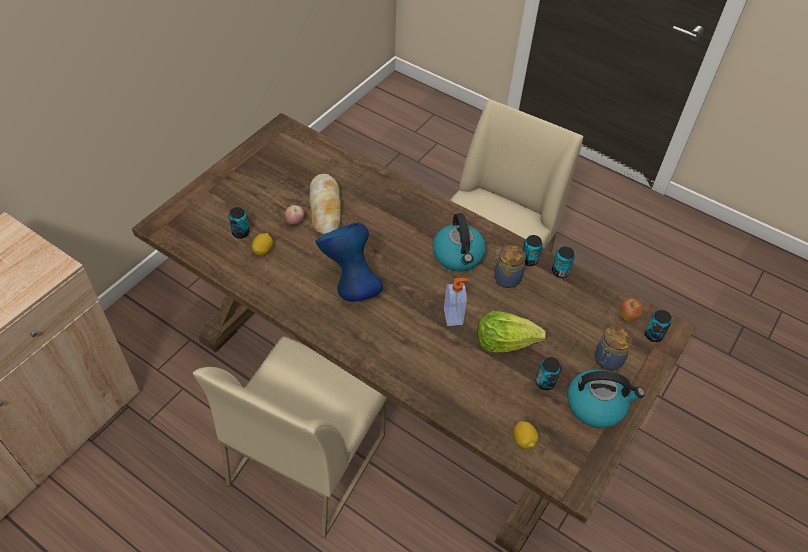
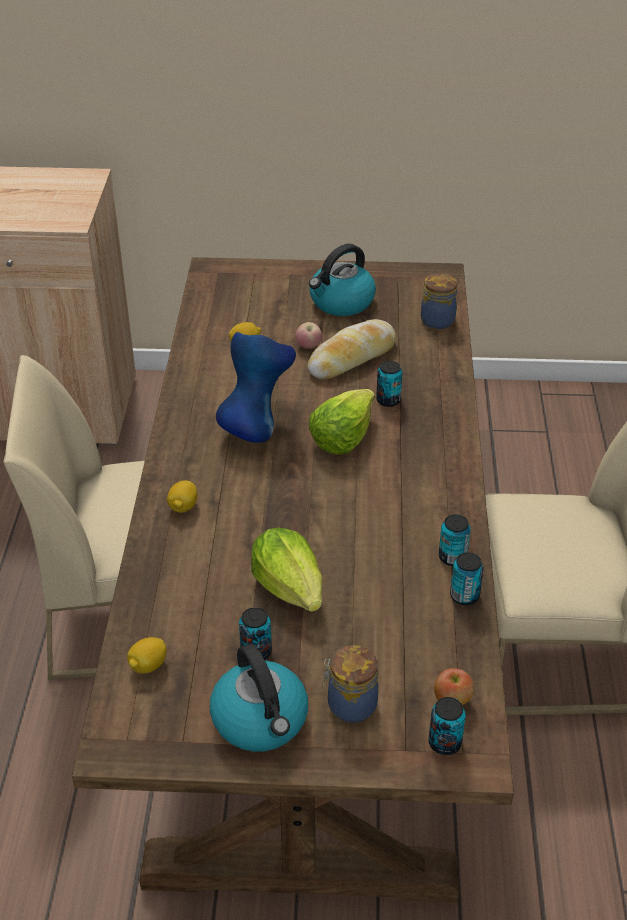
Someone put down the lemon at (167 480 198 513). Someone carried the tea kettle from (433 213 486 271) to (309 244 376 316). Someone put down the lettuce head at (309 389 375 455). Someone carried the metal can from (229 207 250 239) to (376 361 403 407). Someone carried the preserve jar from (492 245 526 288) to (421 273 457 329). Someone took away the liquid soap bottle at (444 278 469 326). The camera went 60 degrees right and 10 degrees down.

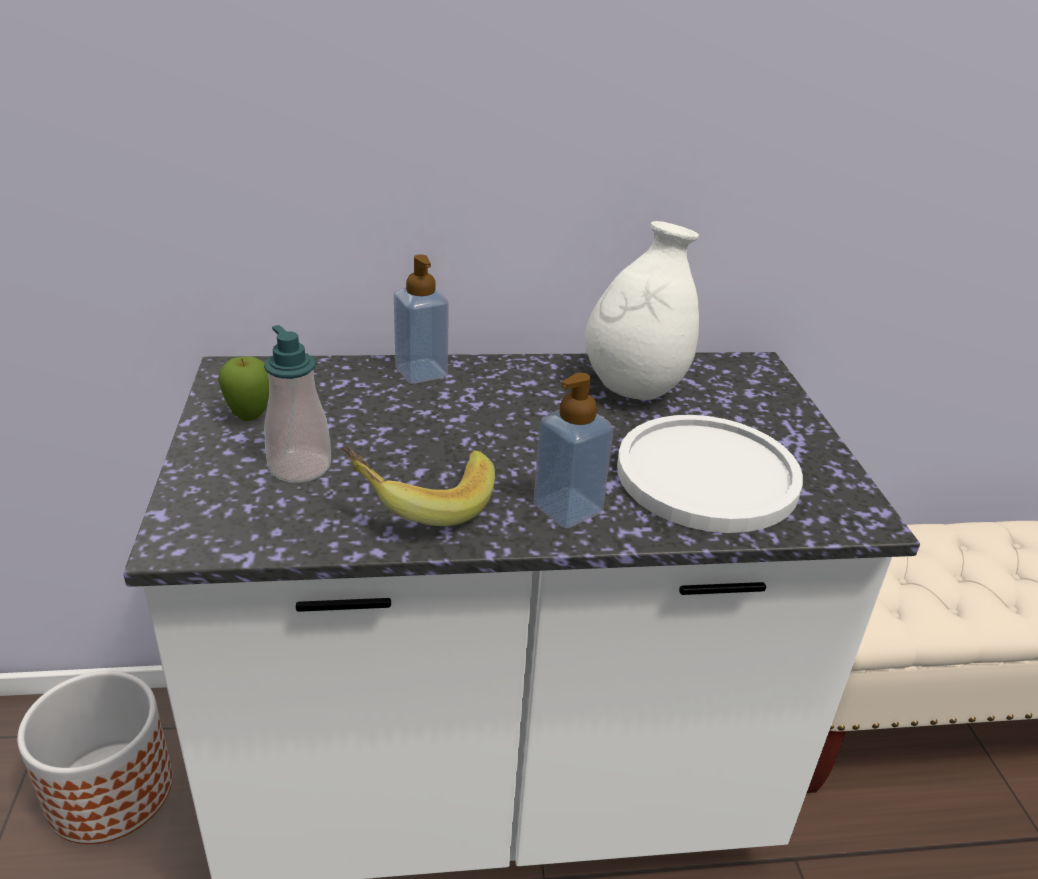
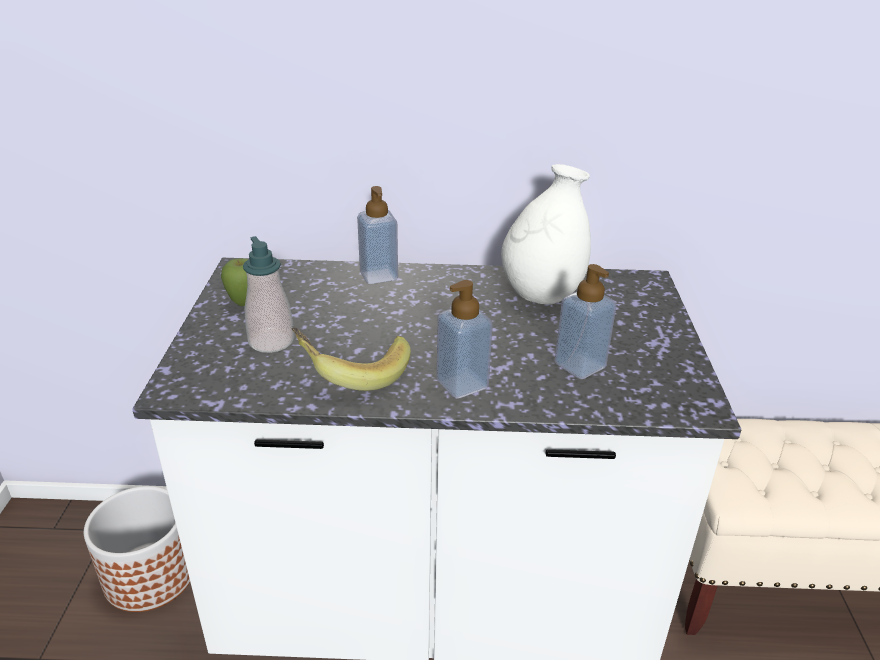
Someone swapped the whitish dinner plate at (617 415 803 533) for the liquid soap bottle at (555 264 617 379). The camera went 10 degrees right and 0 degrees up.

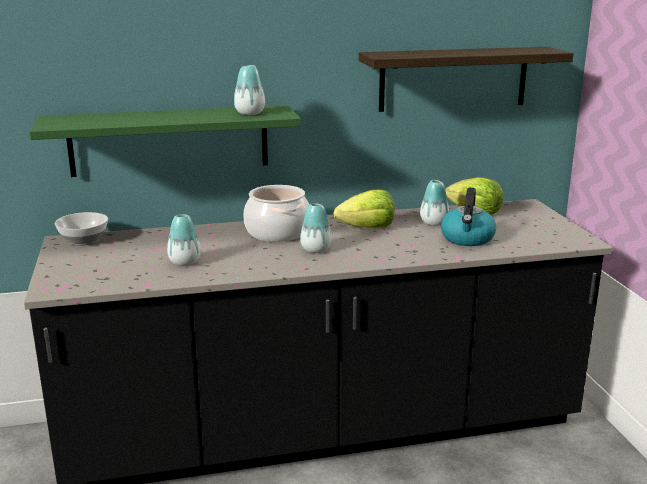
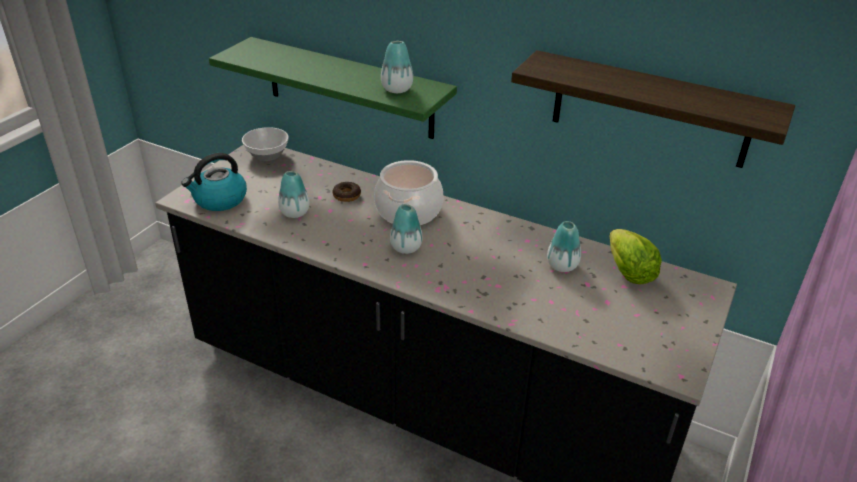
Someone carried the tea kettle from (441 188 496 246) to (181 153 247 211). Someone put down the doughnut at (333 182 361 202). Someone took away the lettuce head at (333 189 395 228). The camera went 40 degrees right and 15 degrees up.

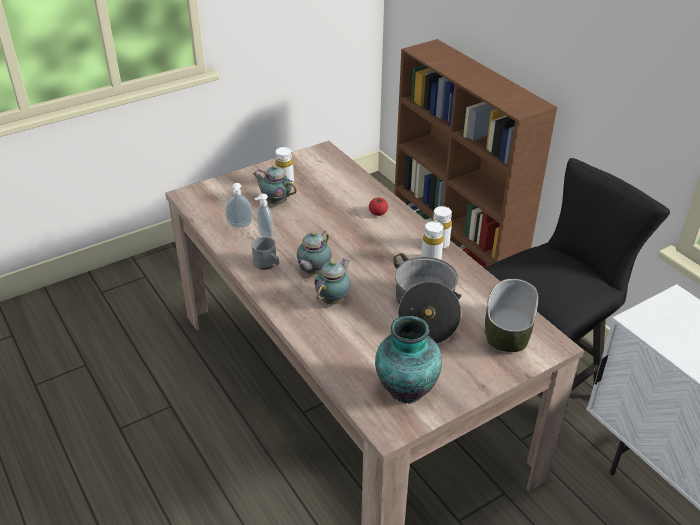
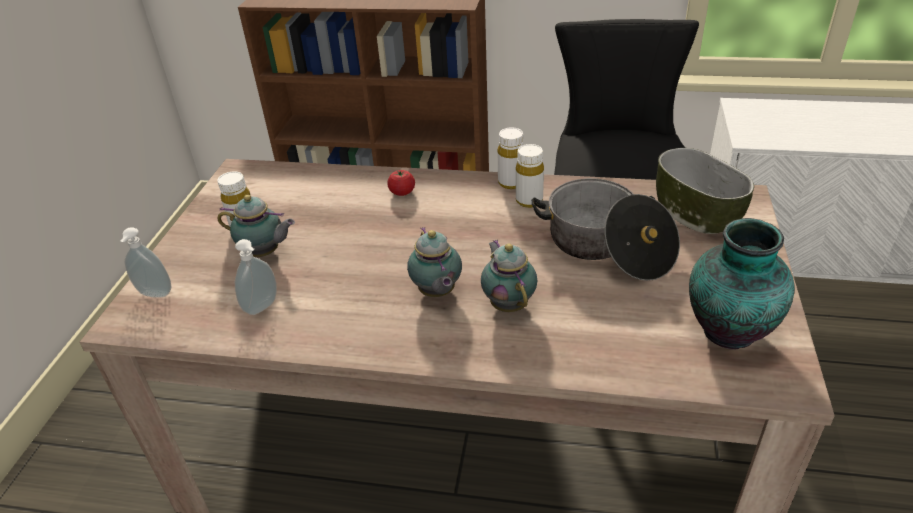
Someone carried the liquid soap bottle from (254 194 273 238) to (120 227 172 298). Someone rotated the pot for tea at (253 165 297 205) by 150 degrees counterclockwise. Someone took away the gray tea mug at (251 236 279 270). The camera went 45 degrees left and 0 degrees up.

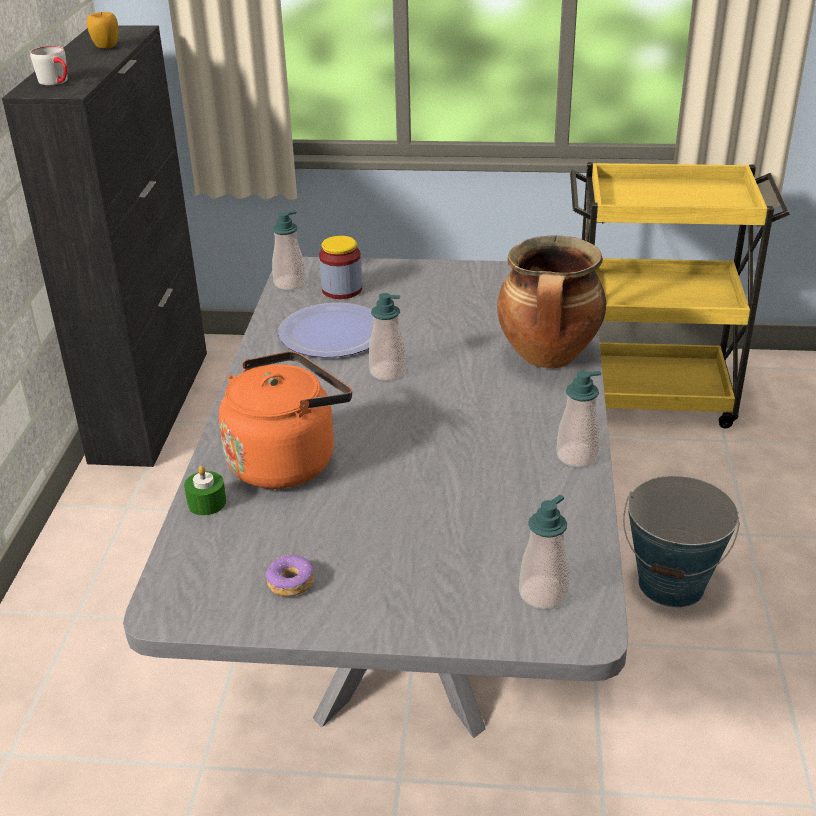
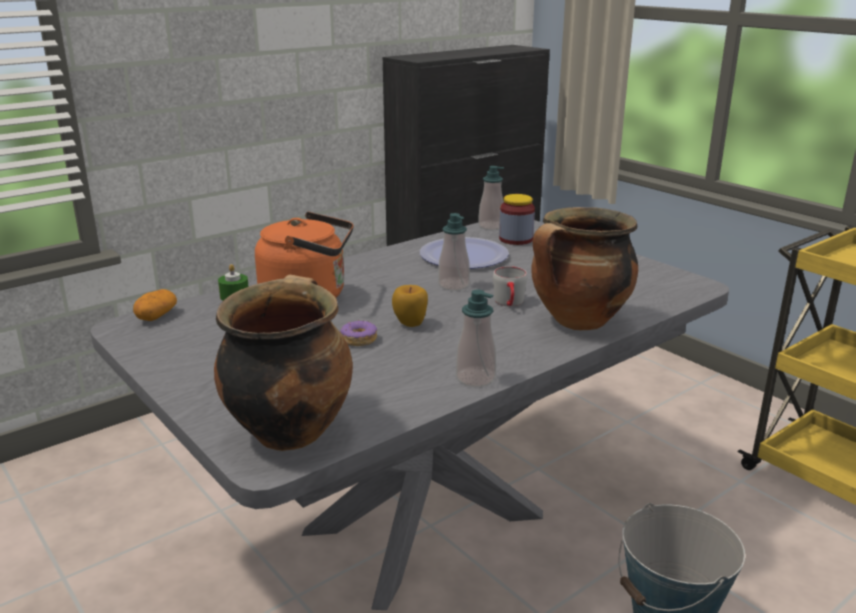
Someone put down the potato at (133 289 177 321). Someone swapped the liquid soap bottle at (519 495 569 610) for the cooking pot at (214 275 353 451). Someone carried the doughnut from (266 554 314 596) to (340 319 377 346). Someone carried the apple fruit from (87 12 118 48) to (392 285 428 327). Someone carried the gray tea mug from (30 46 68 85) to (493 266 527 307). The camera went 45 degrees right and 10 degrees down.

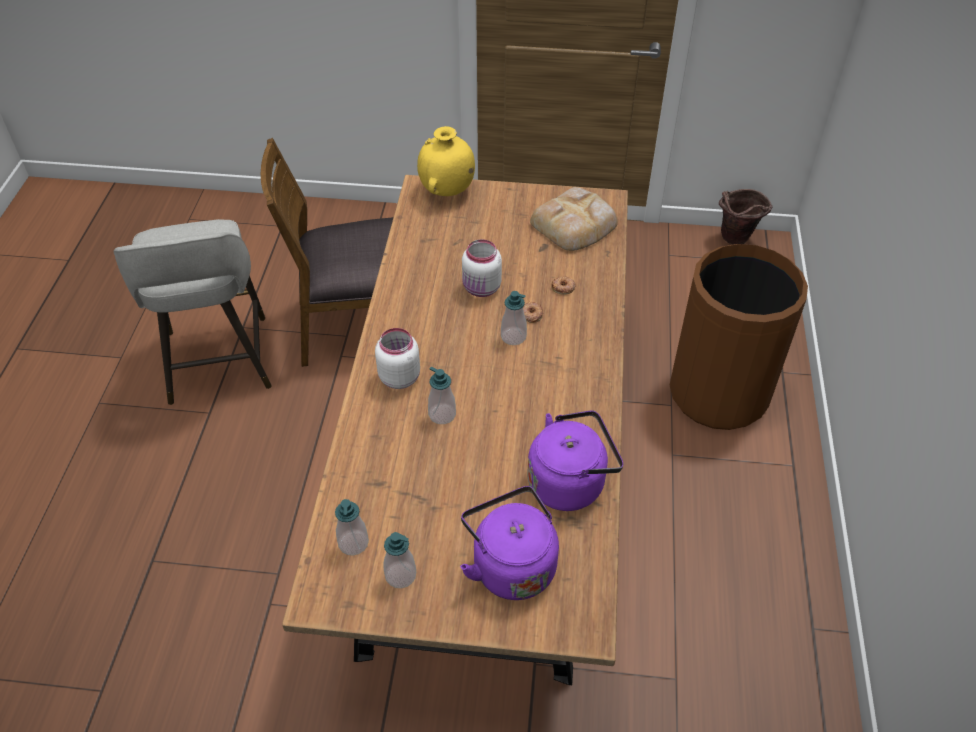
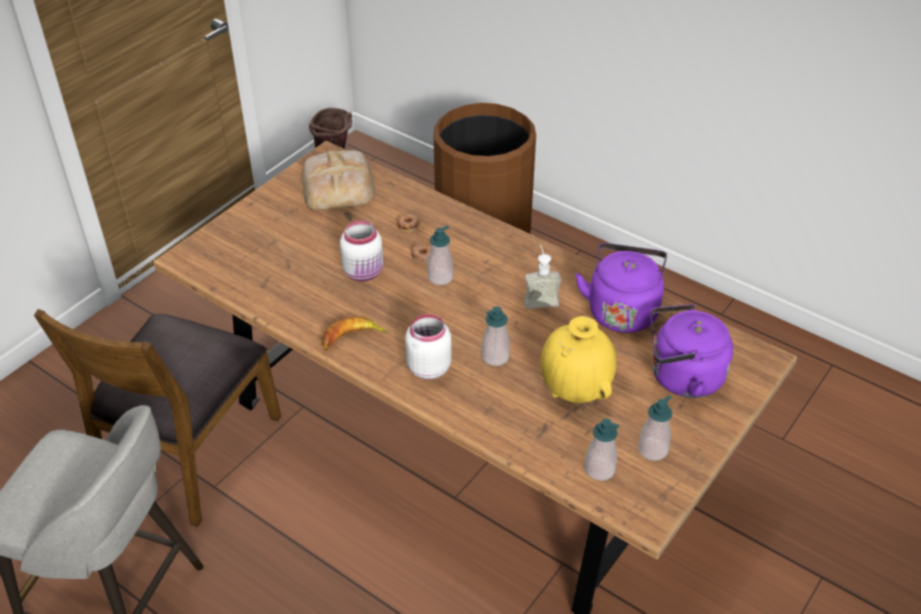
Someone put down the whole banana at (321 316 389 350). Someone put down the liquid soap bottle at (524 244 561 309). Someone carried the yellowish flower vase from (417 126 475 196) to (541 316 617 403). The camera went 60 degrees left and 5 degrees down.

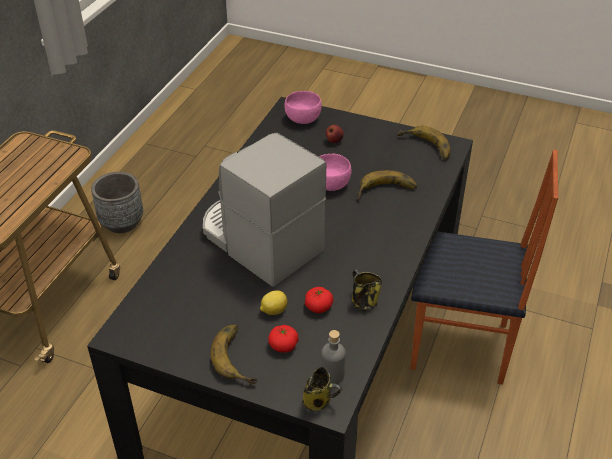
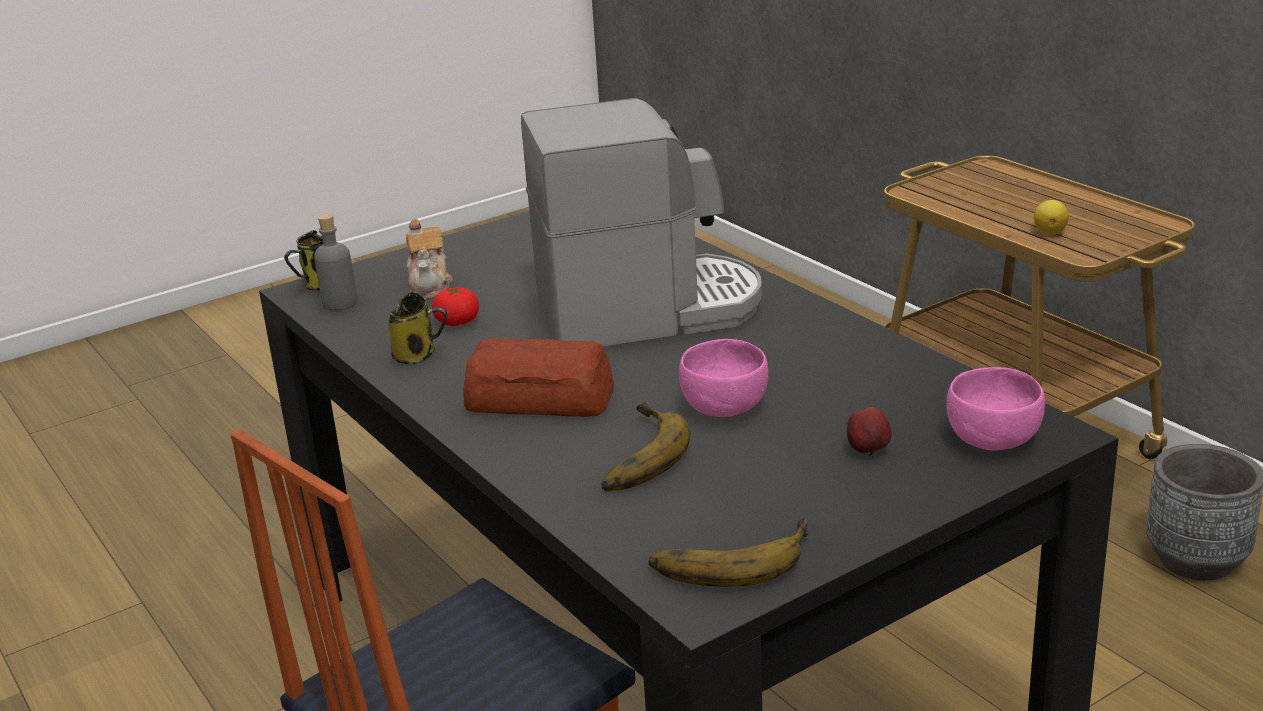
Someone swapped the fresh tomato at (268 325 299 353) for the pot for tea at (406 219 453 299). Someone put down the bread at (463 338 614 417). Someone carried the lemon from (260 290 287 315) to (1034 200 1069 234). Someone took away the whole banana at (210 325 257 385). The camera went 125 degrees right and 15 degrees down.

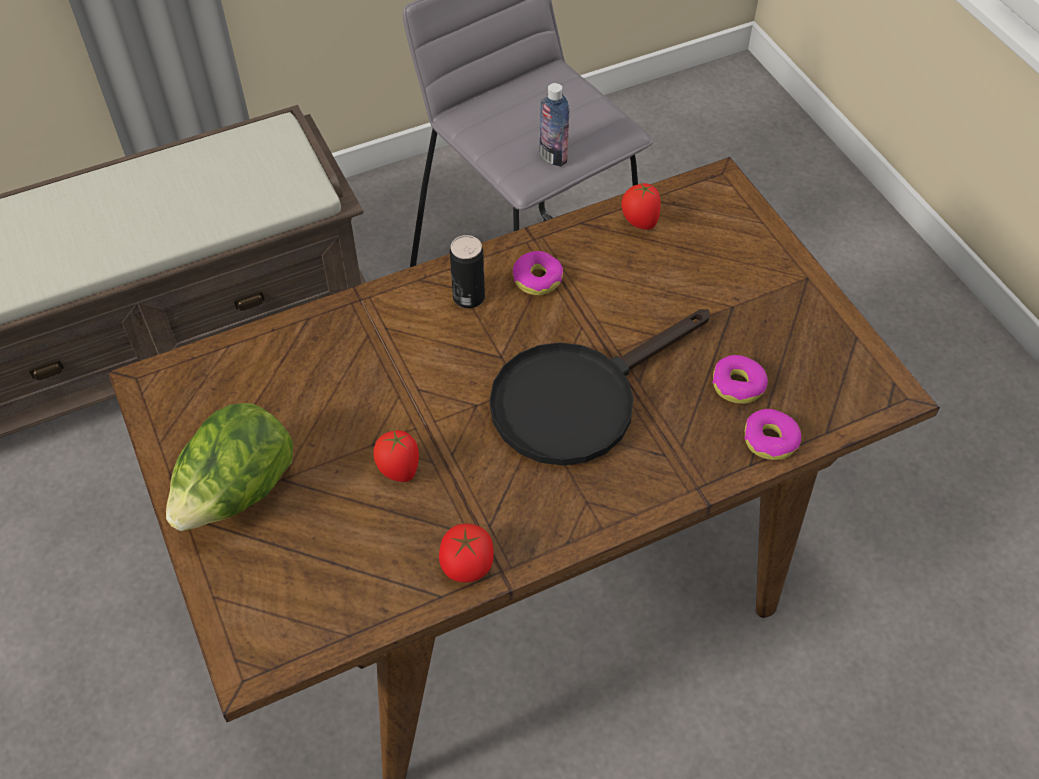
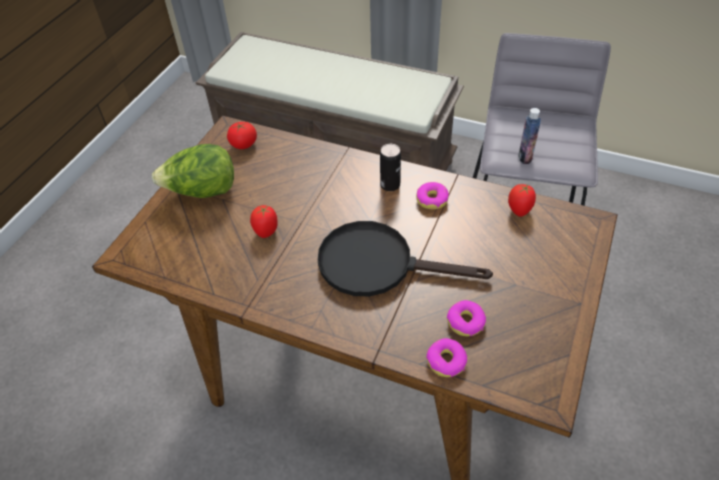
Someone carried the fresh tomato from (439 524 494 582) to (227 122 257 149). The camera went 50 degrees right and 5 degrees down.

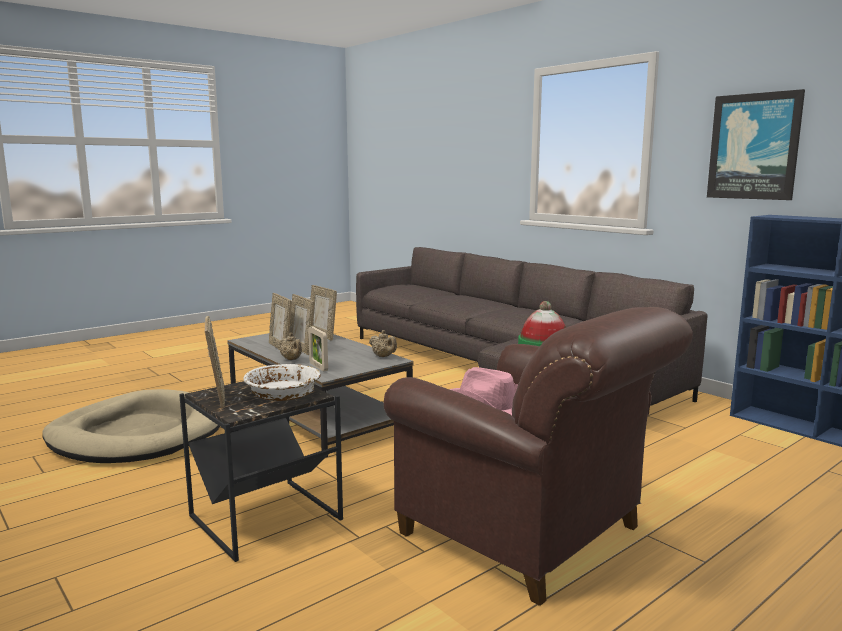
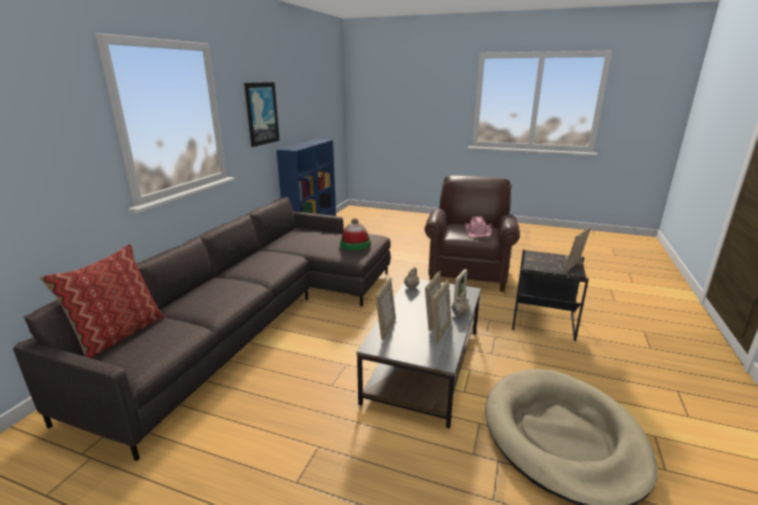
Someone put down the cushion at (40 244 164 359). Someone took away the whitish serving bowl at (243 364 321 401). The camera went 120 degrees left and 10 degrees up.

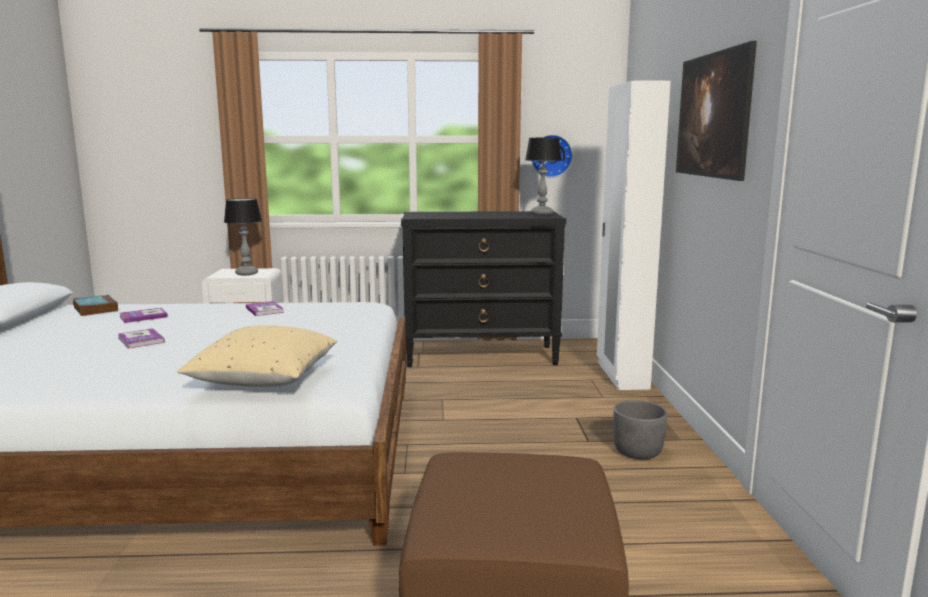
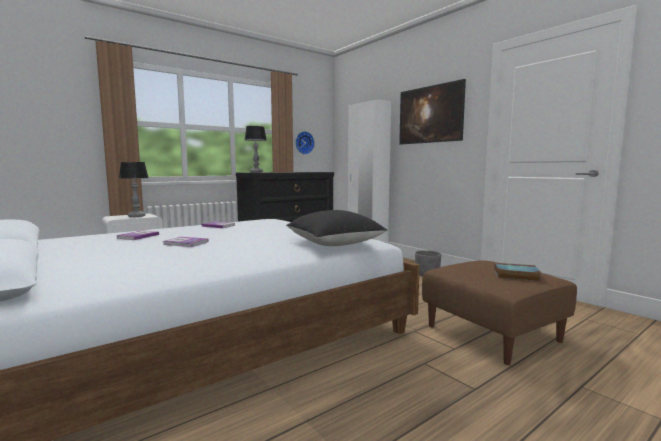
Someone carried the table lamp from (525 138 562 215) to (245 126 267 172). Someone repainted the sand-coloured cushion at (177 325 337 387), which became the black-coloured cushion at (286 210 388 246). Someone carried the volume from (73 294 118 316) to (494 263 541 281). The camera went 35 degrees left and 5 degrees down.

